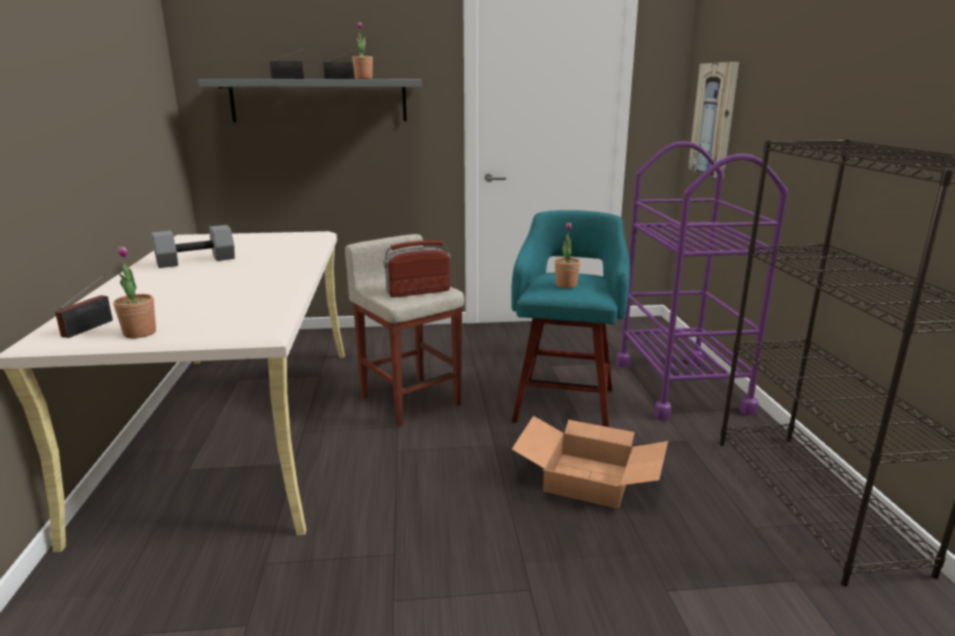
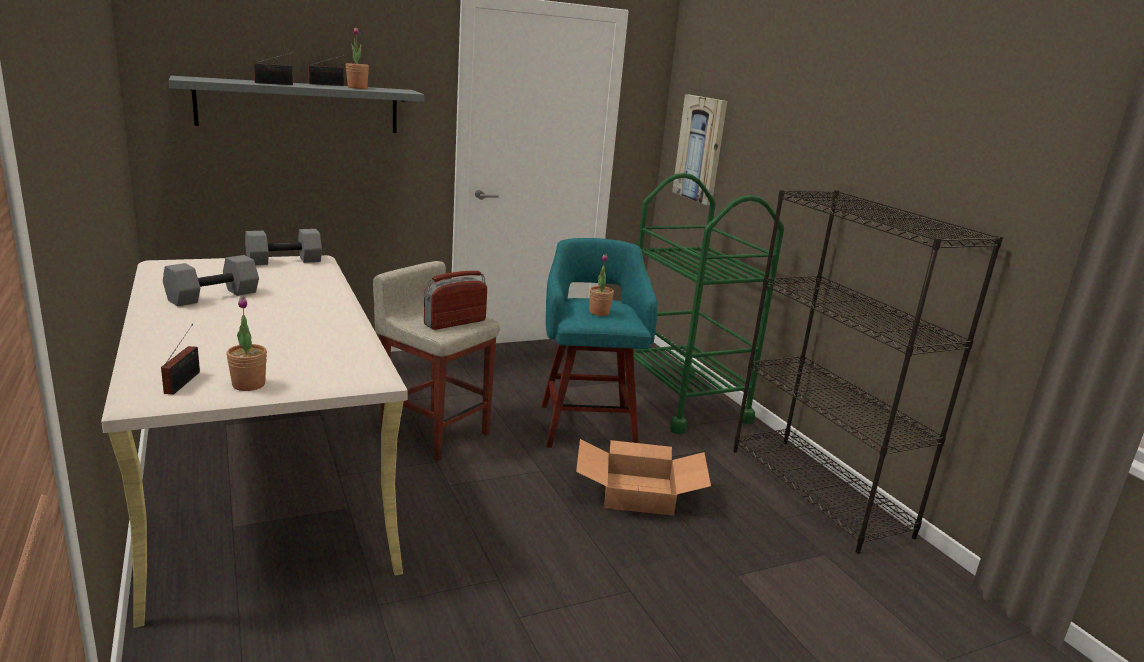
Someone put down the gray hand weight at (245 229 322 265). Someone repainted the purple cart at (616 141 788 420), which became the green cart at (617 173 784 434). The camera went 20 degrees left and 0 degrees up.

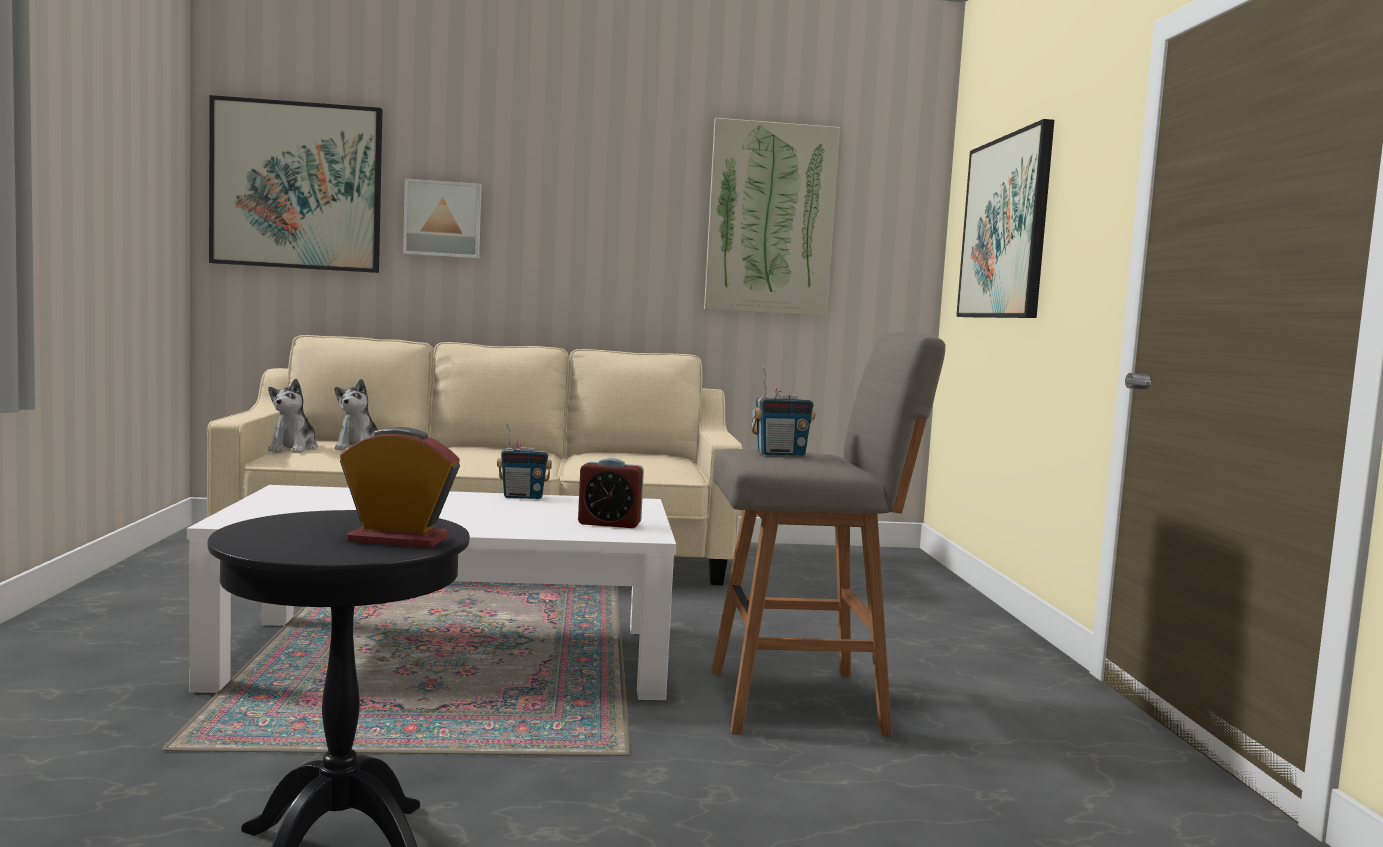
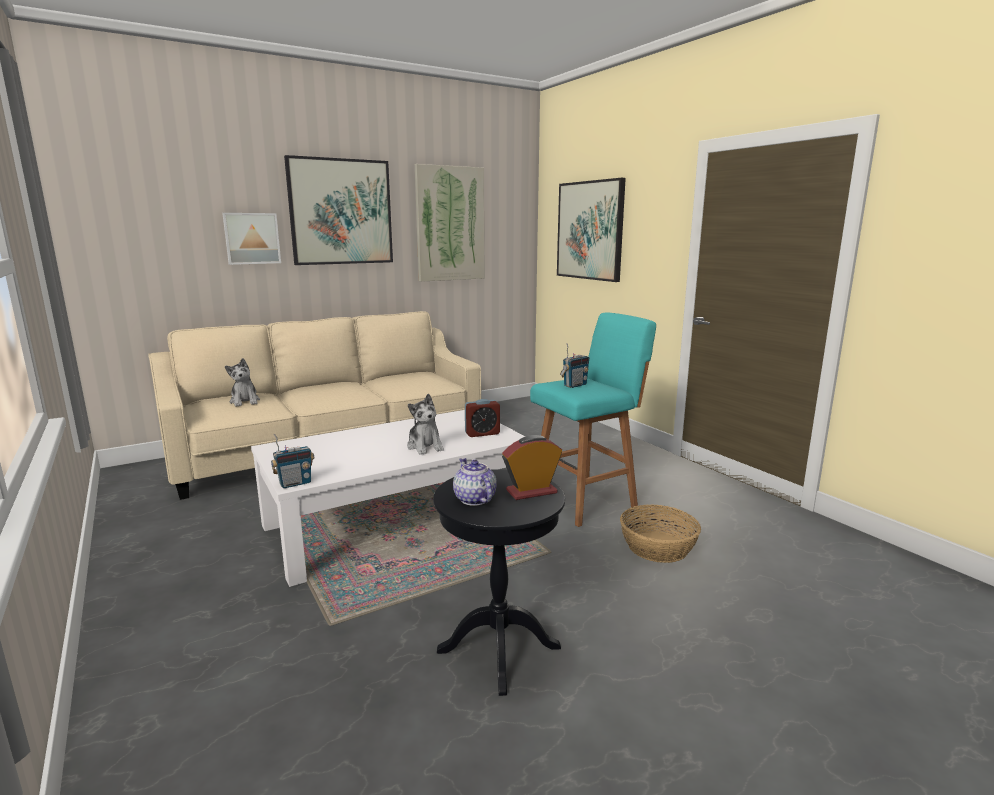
Someone carried the radio from (497 424 552 499) to (271 434 314 488). Someone carried the wall art from (209 95 382 273) to (284 155 393 265). Someone carried the plush toy from (268 379 318 453) to (407 394 444 455). Someone put down the pot for tea at (453 458 497 506). Someone repainted the gray sitting stool at (711 332 945 736), which became the turquoise sitting stool at (530 313 656 527). Someone put down the basket at (620 505 701 563). The camera went 25 degrees left and 10 degrees up.

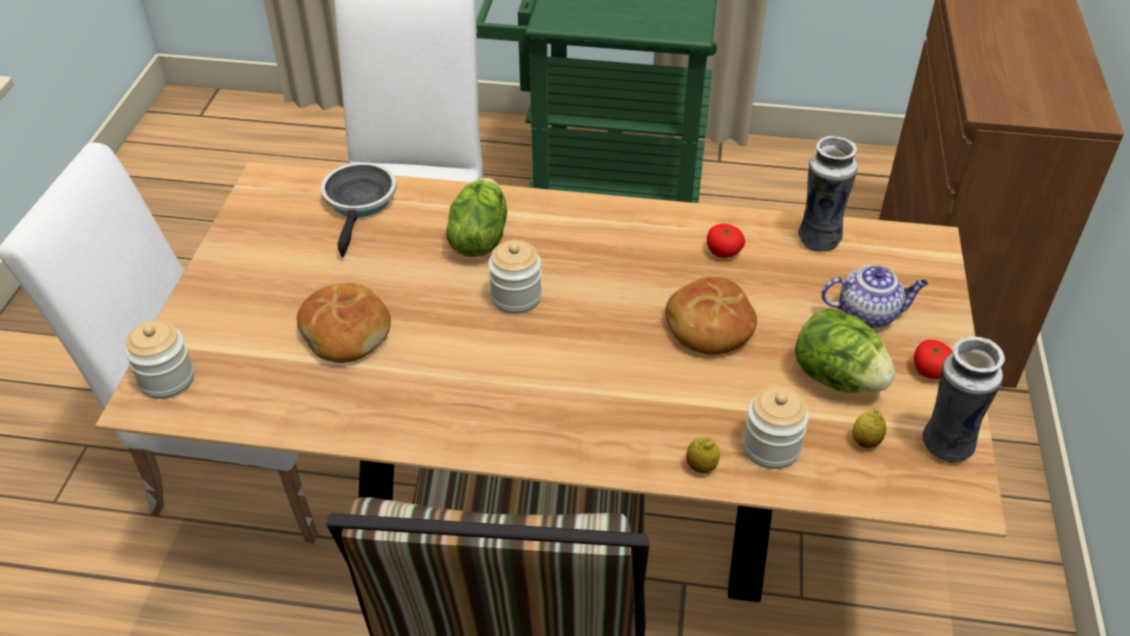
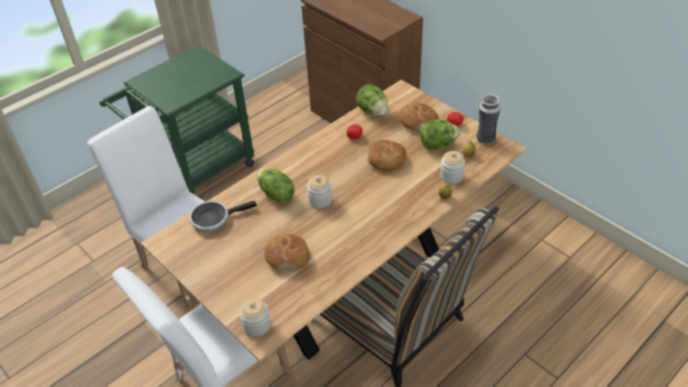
Someone rotated the pan at (321 162 396 257) by 60 degrees counterclockwise. Someone swapped the flower vase at (798 136 858 252) for the lettuce head at (356 84 388 116). Someone swapped the pot for tea at (821 265 928 328) for the bread at (400 103 439 131). The camera went 50 degrees left and 0 degrees up.

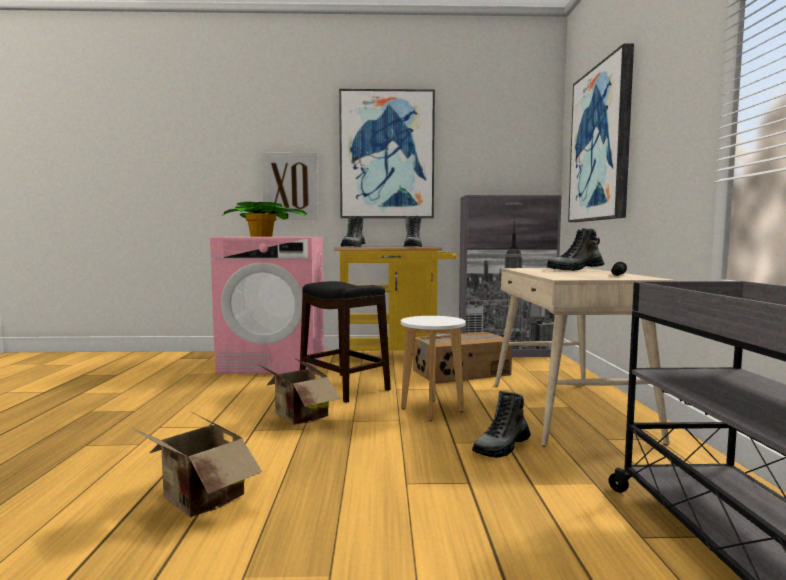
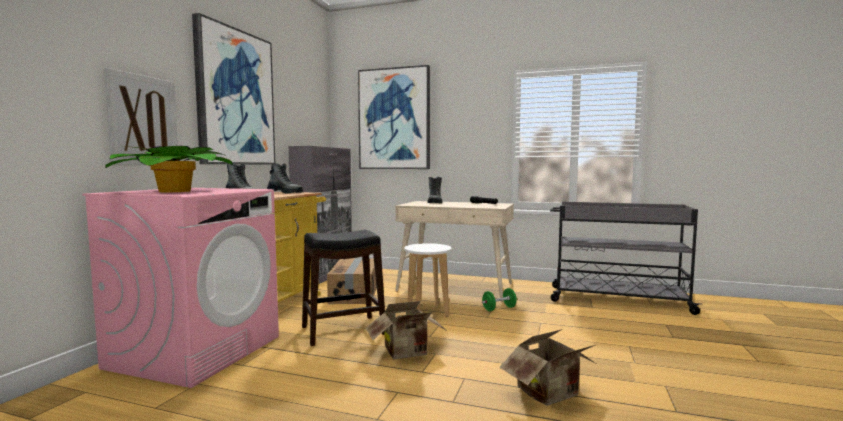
Someone swapped the high-top boot at (472 391 531 458) for the green hand weight at (482 288 517 311). The camera went 70 degrees left and 0 degrees up.

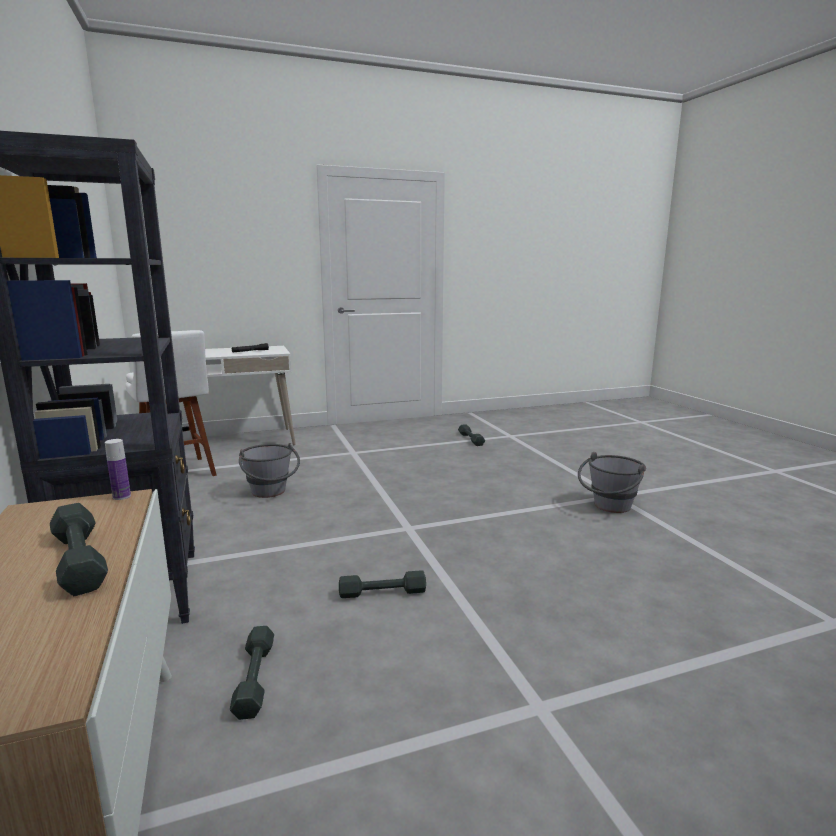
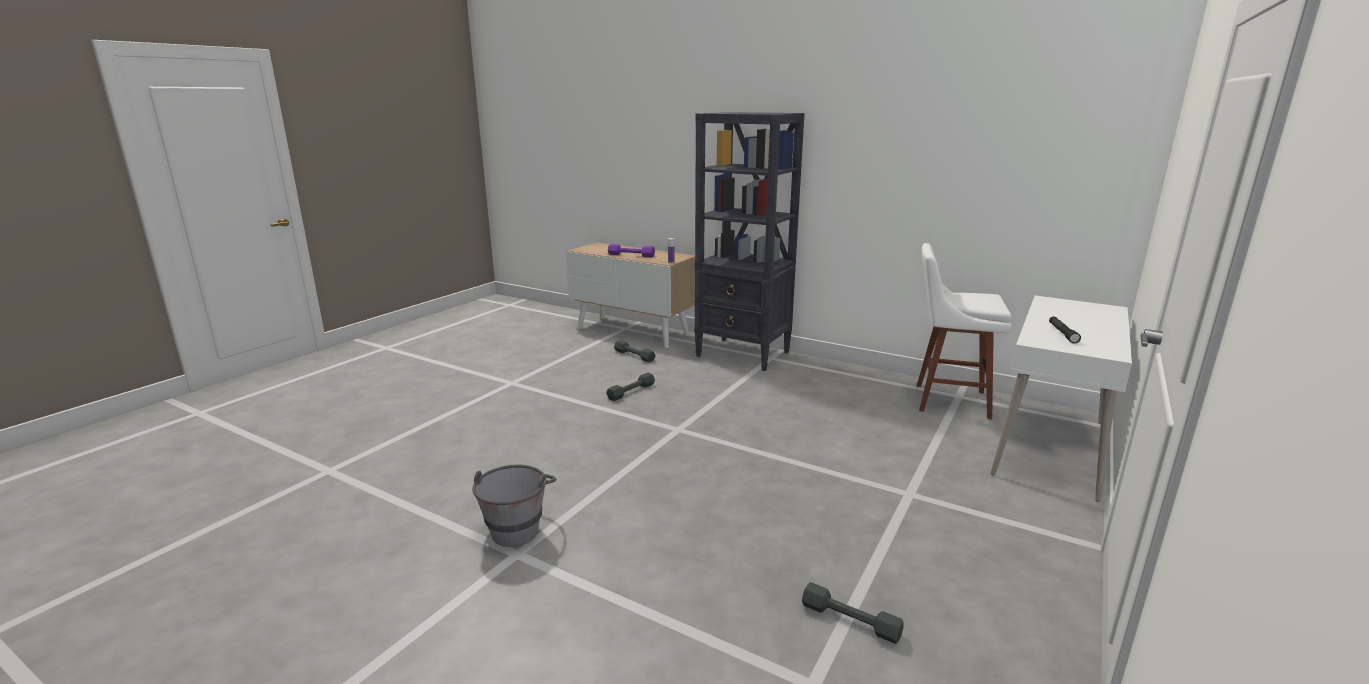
Someone repainted the gray hand weight at (50 503 108 596), which became the purple hand weight at (608 244 655 257). Someone took away the gray pail at (239 443 300 498). The camera went 140 degrees right and 5 degrees up.

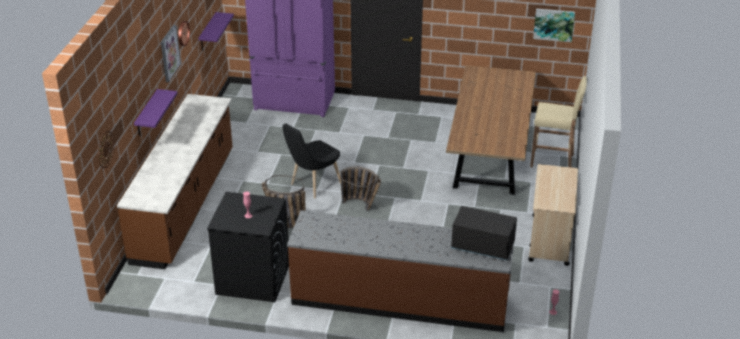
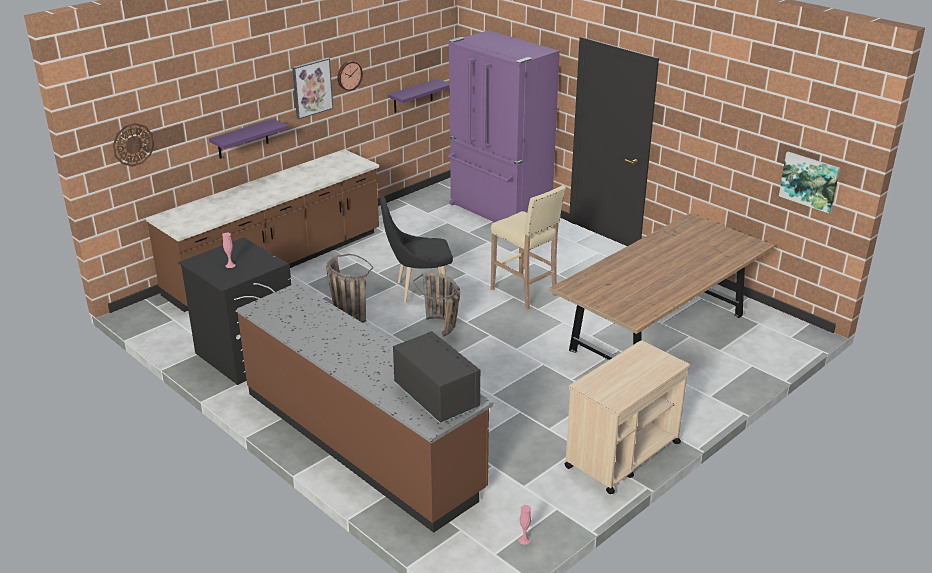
Someone carried the sand-coloured sitting stool from (530 76 587 168) to (491 185 566 309). The camera went 35 degrees right and 5 degrees down.

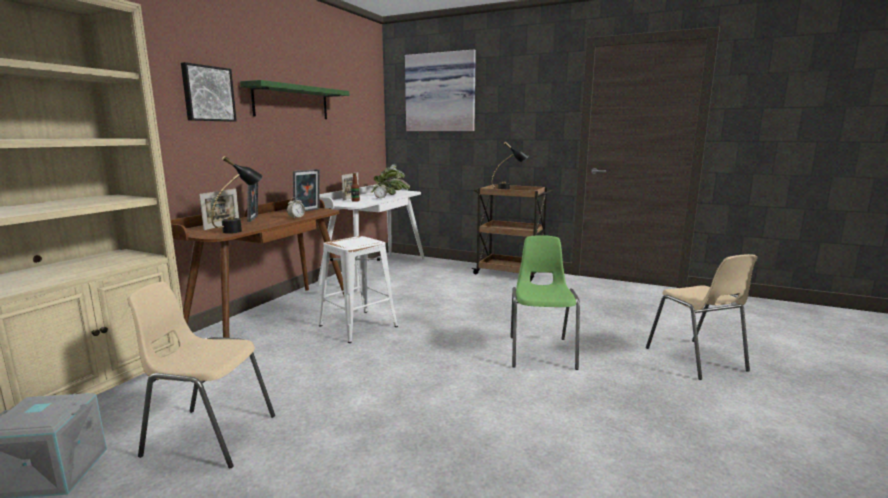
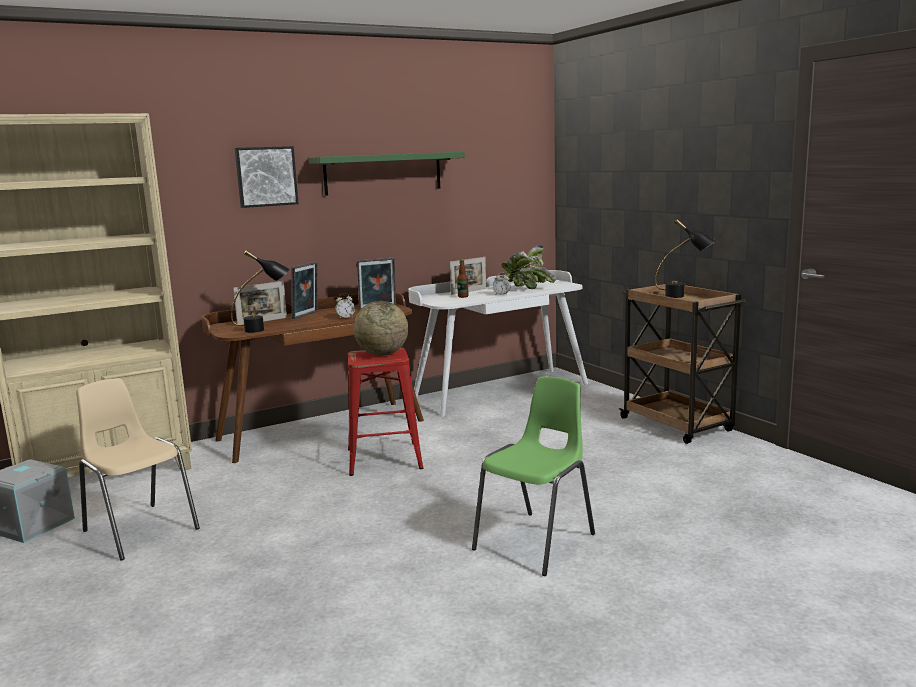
Someone repainted the whitish sitting stool at (319 236 398 343), which became the red sitting stool at (348 348 423 476). Someone put down the world globe at (354 301 408 356). Someone took away the wall art at (405 50 476 131). Someone took away the sand-coloured upright chair at (646 254 758 380). The camera went 35 degrees right and 0 degrees up.

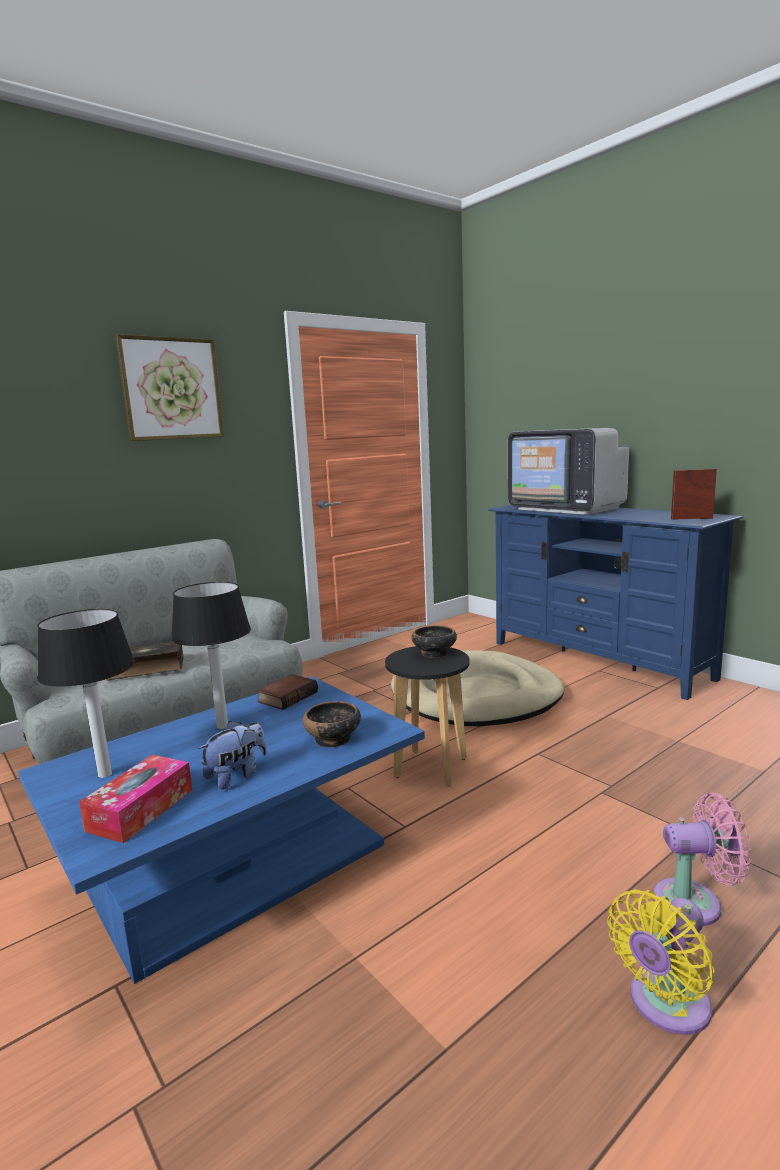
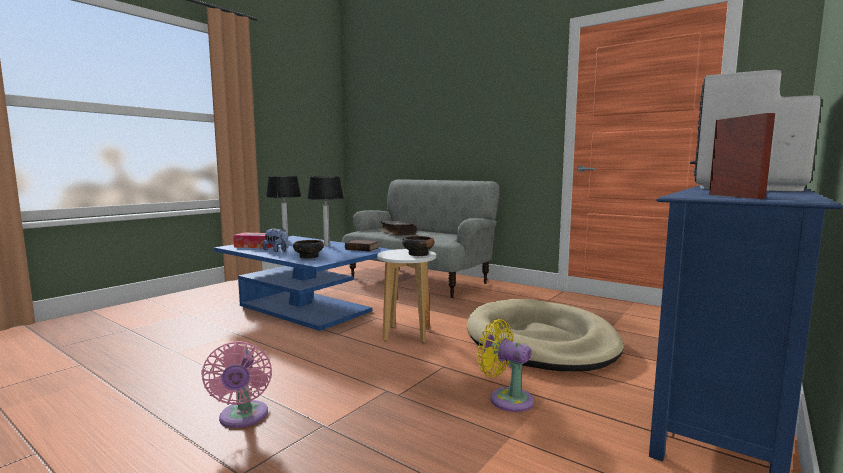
Someone repainted the black-coloured sitting stool at (385 646 470 787), which became the whitish sitting stool at (377 249 436 343). Someone carried the yellowish fan from (607 889 714 1035) to (477 319 534 412). Someone took away the wall art at (115 334 224 441). The camera went 75 degrees right and 5 degrees down.

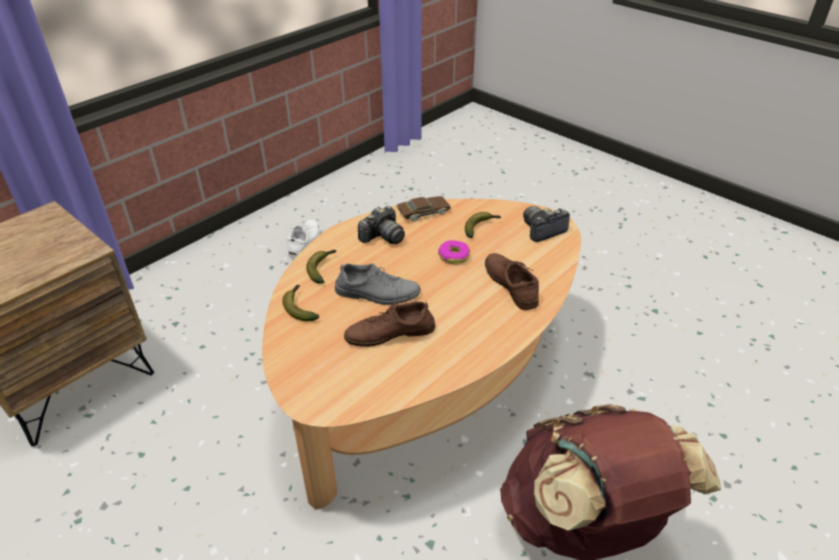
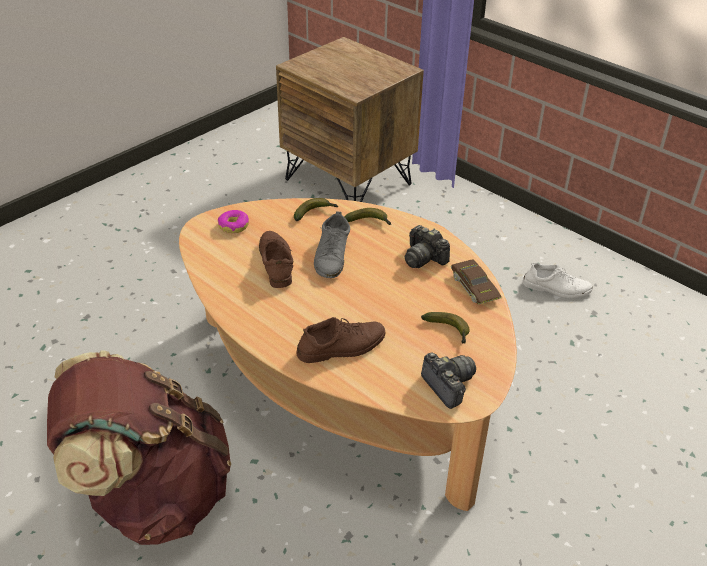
Someone carried the doughnut from (438 240 470 264) to (218 210 249 233). The camera went 90 degrees right and 0 degrees up.

